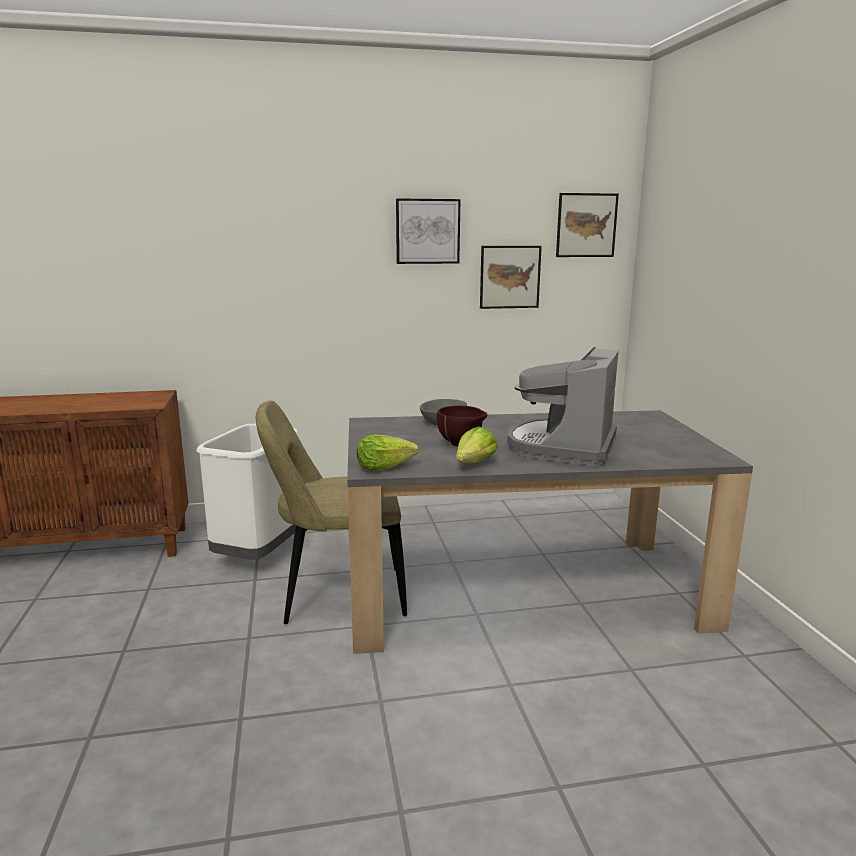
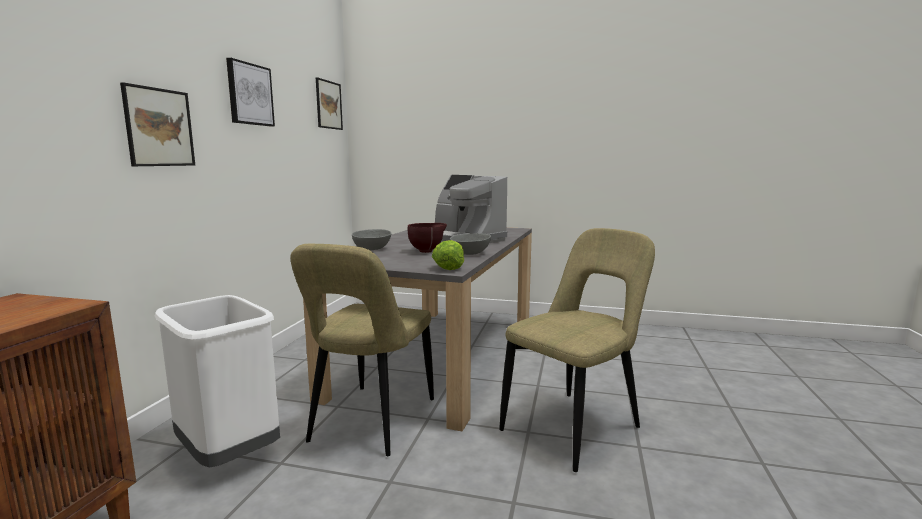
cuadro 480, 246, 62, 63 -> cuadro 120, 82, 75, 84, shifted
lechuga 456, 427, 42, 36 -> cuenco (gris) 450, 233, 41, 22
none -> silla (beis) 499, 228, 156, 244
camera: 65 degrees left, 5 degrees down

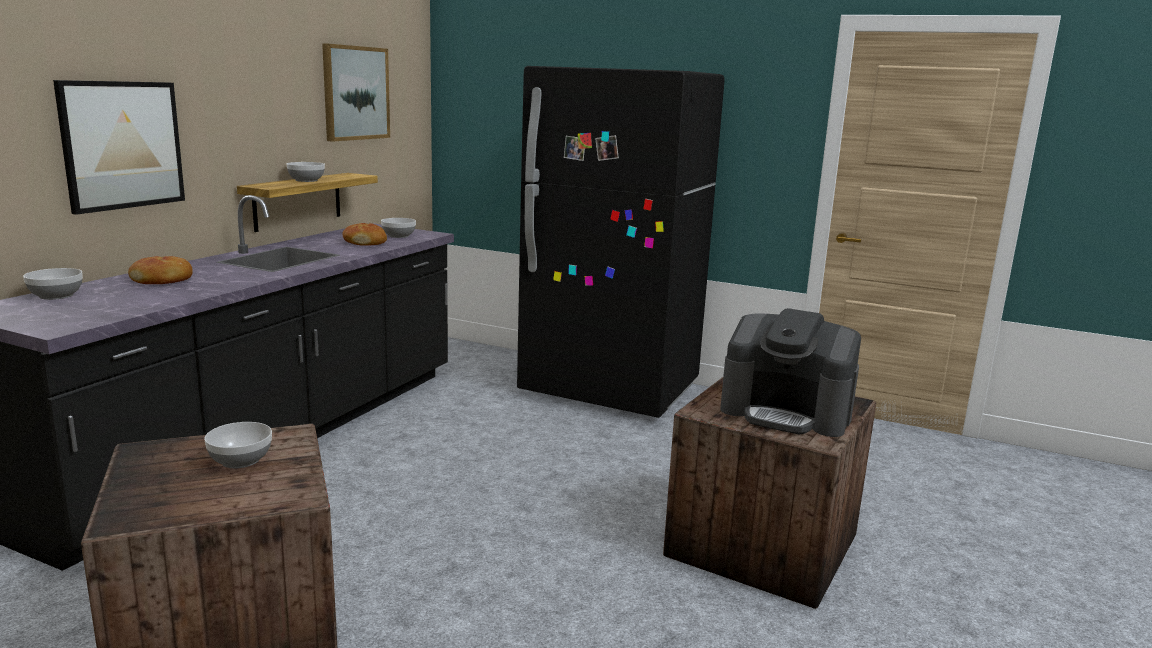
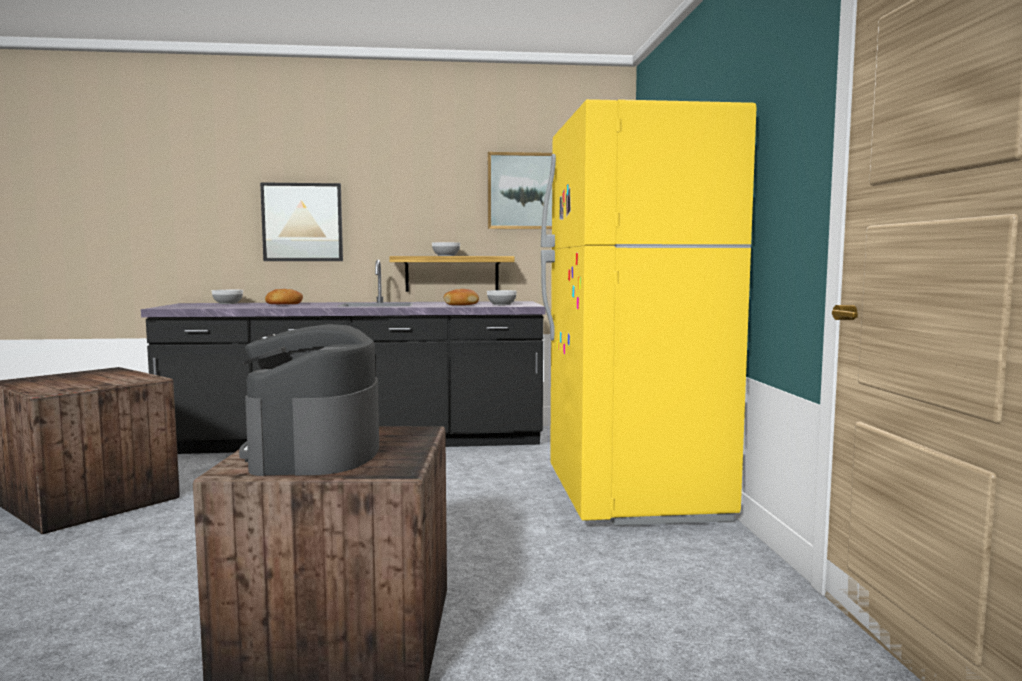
nevera (negro) 517, 66, 208, 352 -> nevera (amarillo) 541, 99, 215, 427
cuenco 204, 422, 68, 46 -> none
camera: 60 degrees right, 10 degrees down

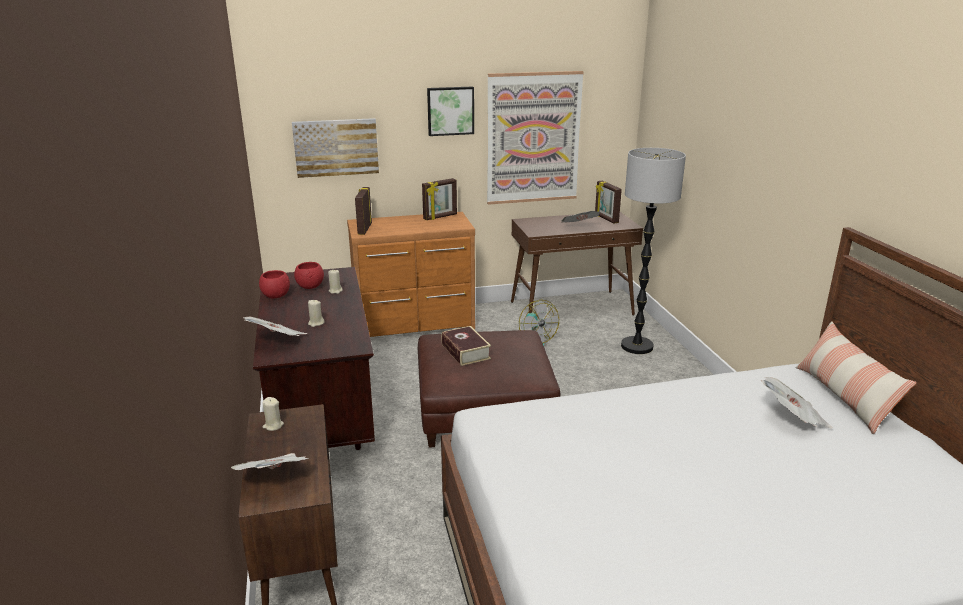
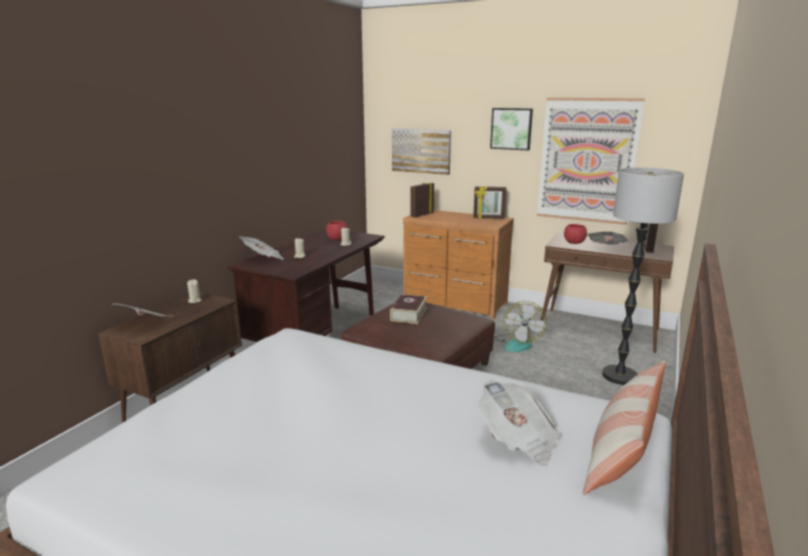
cuenco (rojo) 259, 270, 31, 29 -> cuenco (rojo) 564, 224, 23, 20, shifted
camera: 40 degrees right, 5 degrees down

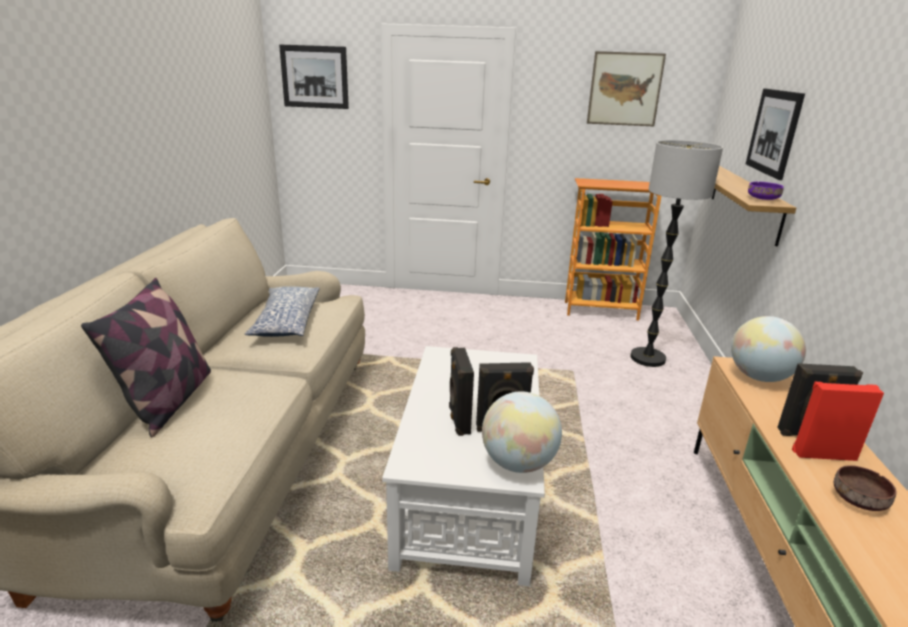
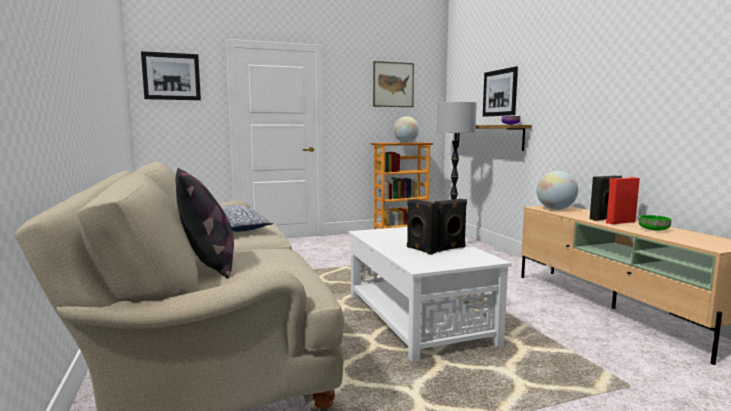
globo terráqueo 482, 391, 80, 82 -> globo terráqueo 393, 116, 26, 27, shifted
cuenco (marrón) 834, 465, 63, 46 -> cuenco (verde) 639, 215, 32, 16
camera: 25 degrees left, 15 degrees down

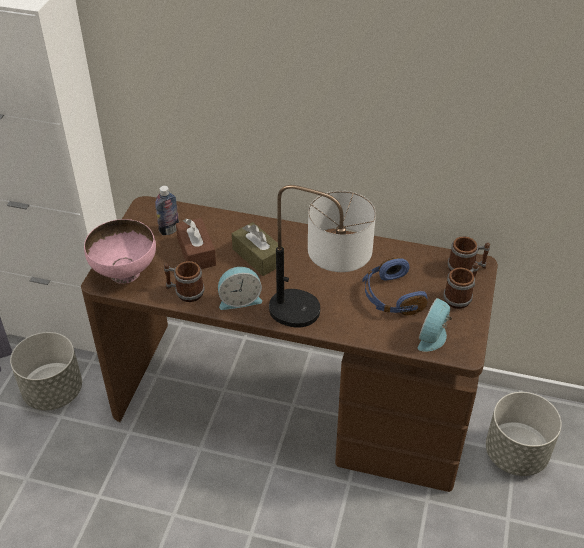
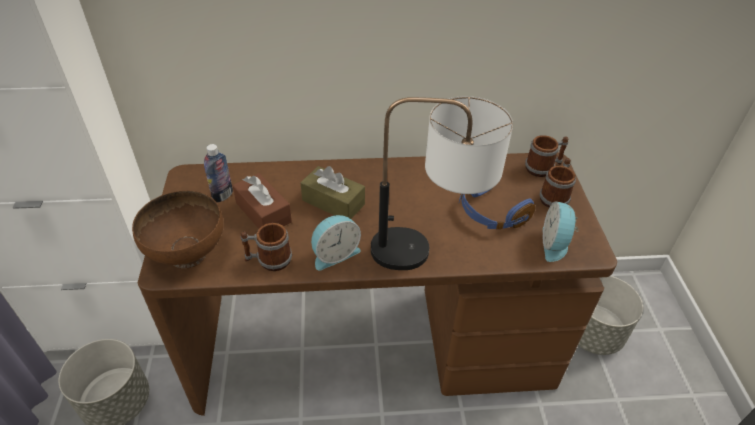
cuenco (rosa) 84, 219, 72, 65 -> cuenco (marrón) 132, 191, 92, 78
camera: 20 degrees left, 0 degrees up

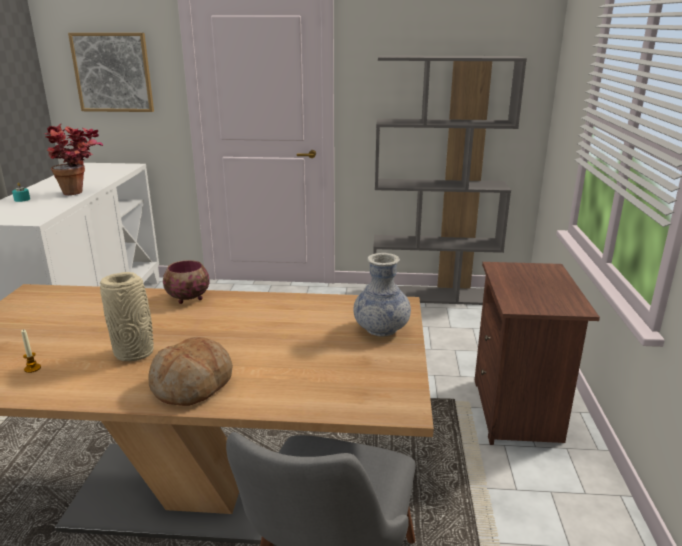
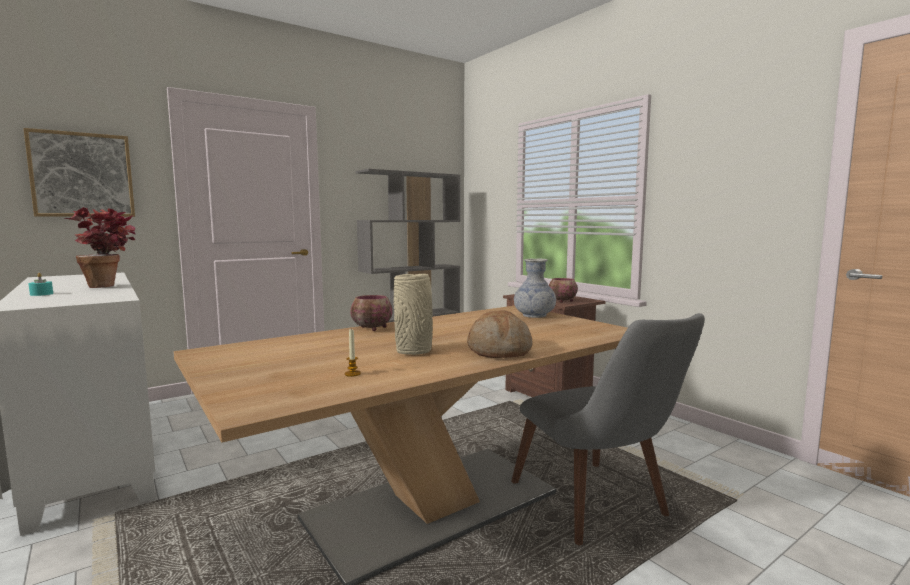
none -> cuenco 549, 278, 29, 25
camera: 40 degrees left, 15 degrees down

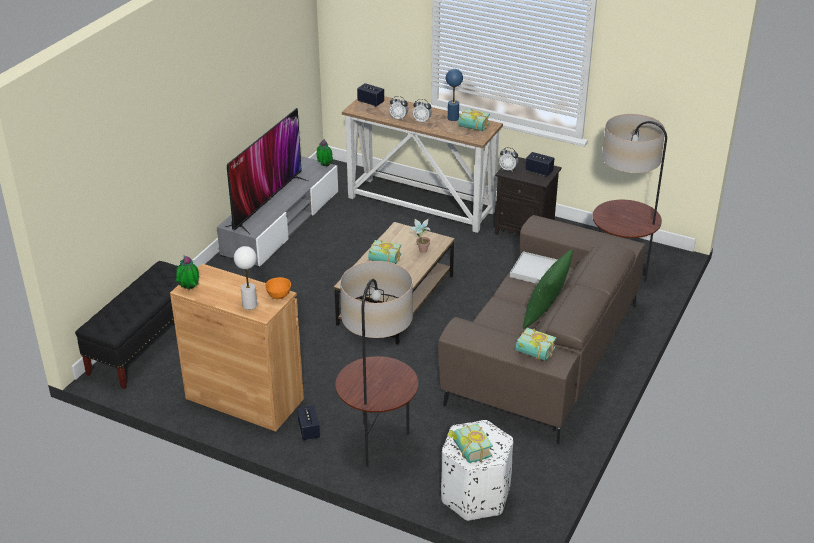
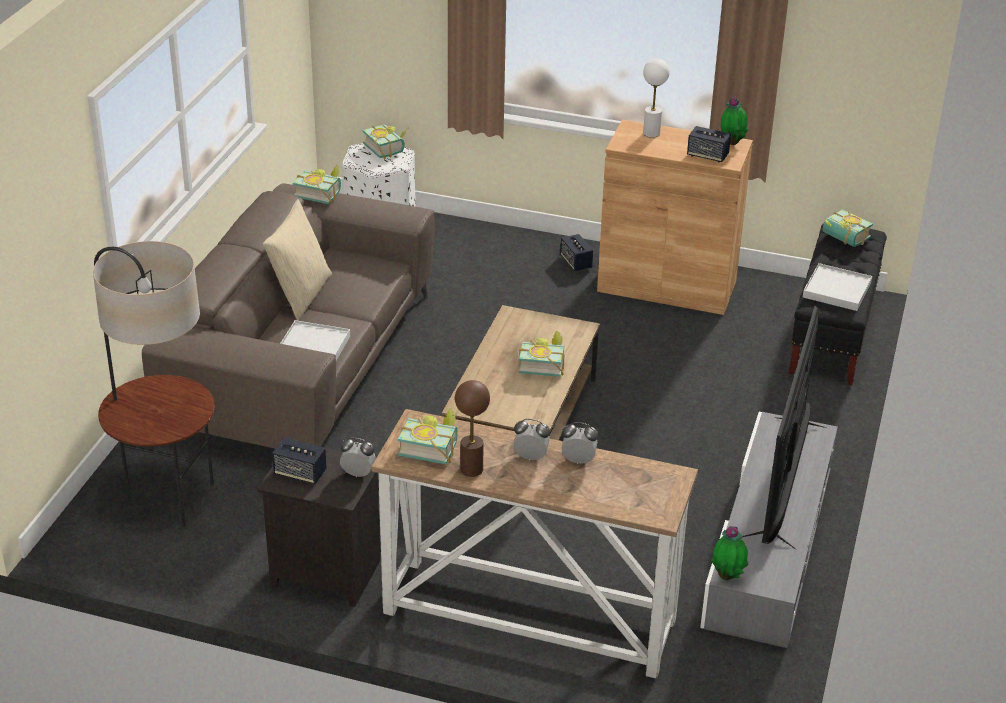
lámpara de mesa (azul) 446, 69, 17, 52 -> lámpara de mesa (marrón) 455, 380, 35, 97
altavoz 357, 83, 27, 24 -> altavoz 687, 126, 44, 36, shifted
planta en maceta 410, 219, 21, 34 -> none
cojín (verde) 523, 249, 50, 80 -> cojín (beis) 263, 199, 69, 122
lámpara de pie 336, 261, 82, 206 -> none
cuenco (naranja) 265, 277, 26, 22 -> none
none -> libro 823, 209, 50, 38
none -> bandeja (blanco) 803, 263, 69, 48
camera: 170 degrees right, 0 degrees up

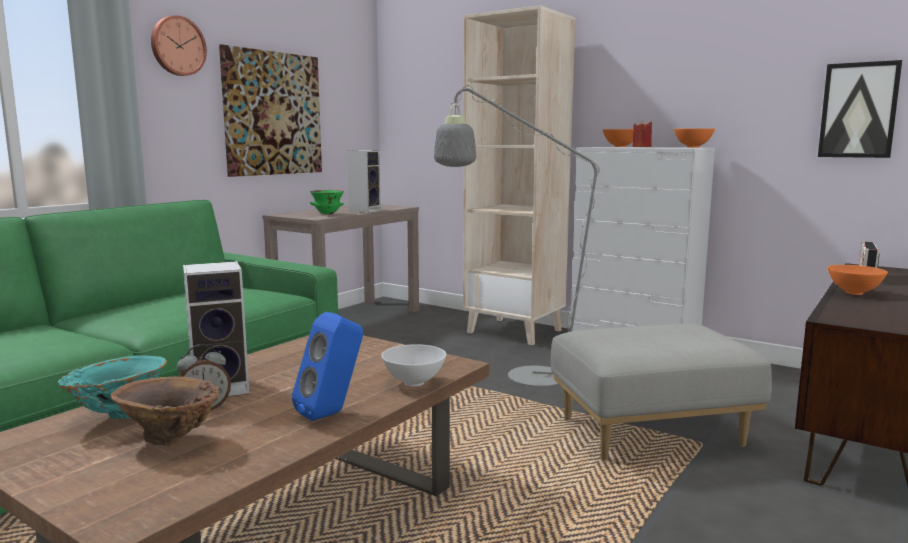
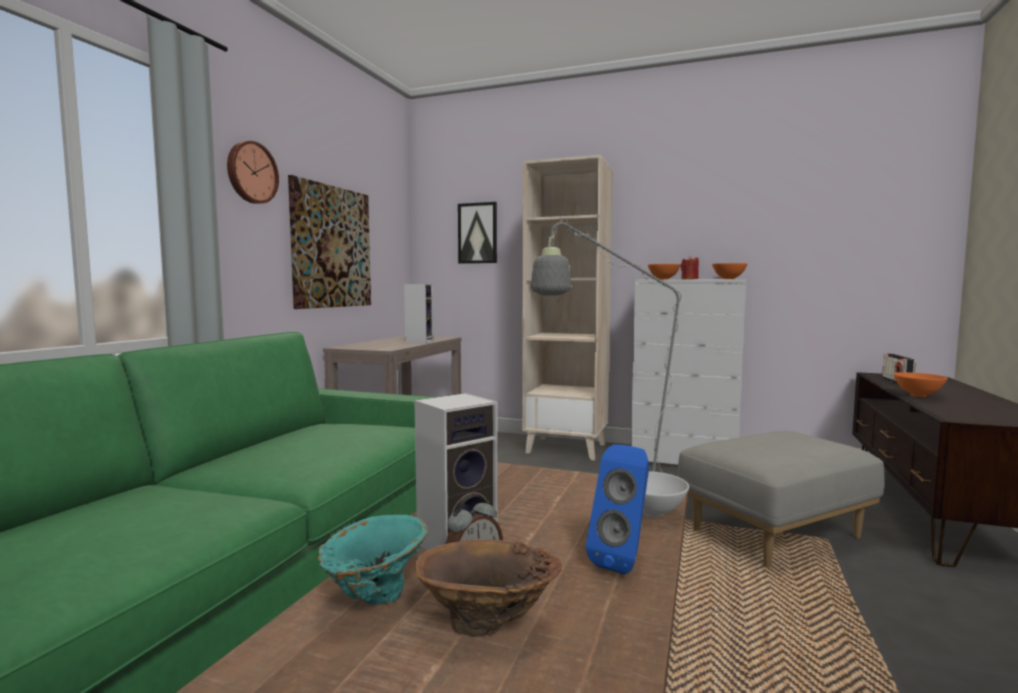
cuadro 818, 60, 84, 98 -> cuadro 458, 202, 39, 62, shifted
cuenco (verde) 310, 190, 34, 24 -> none
camera: 15 degrees left, 5 degrees down

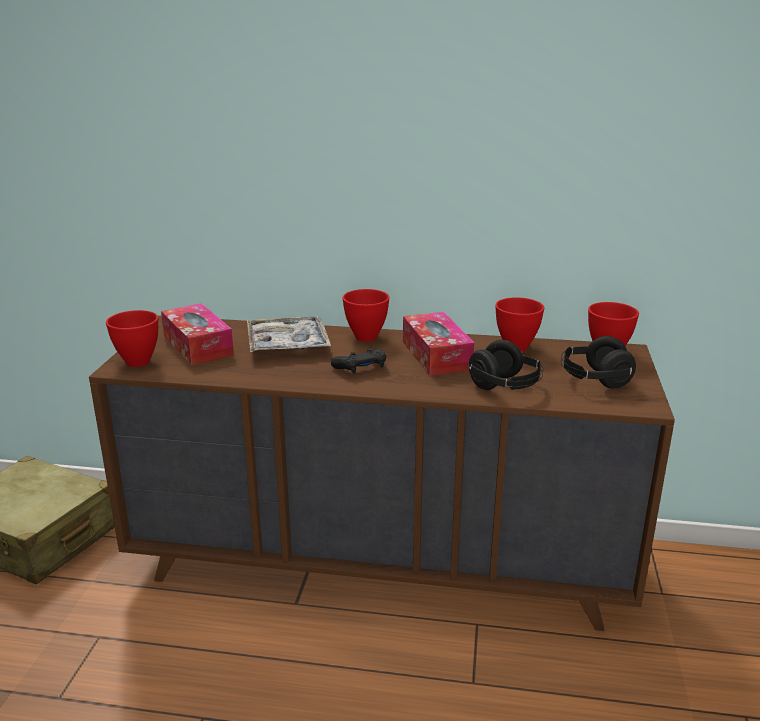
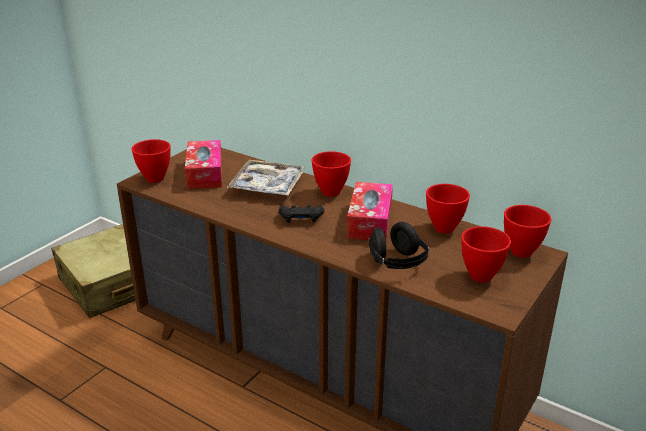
auriculares (negro) 561, 336, 75, 52 -> cuenco (rojo) 461, 226, 50, 57
camera: 25 degrees right, 5 degrees up

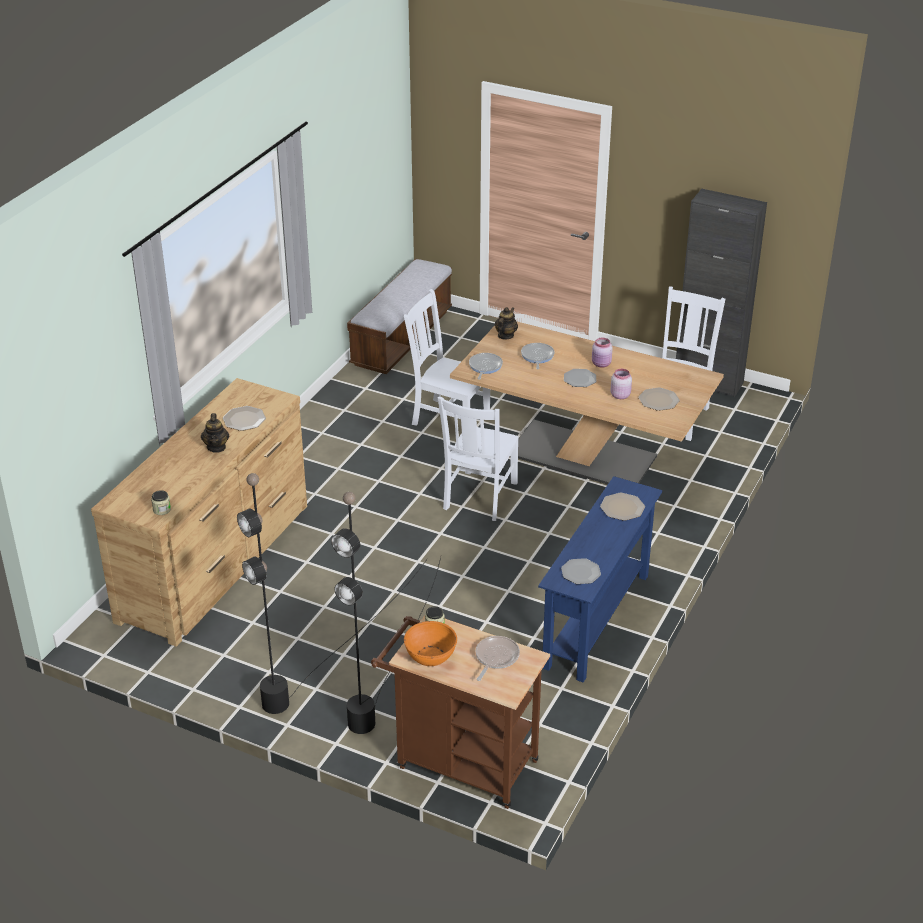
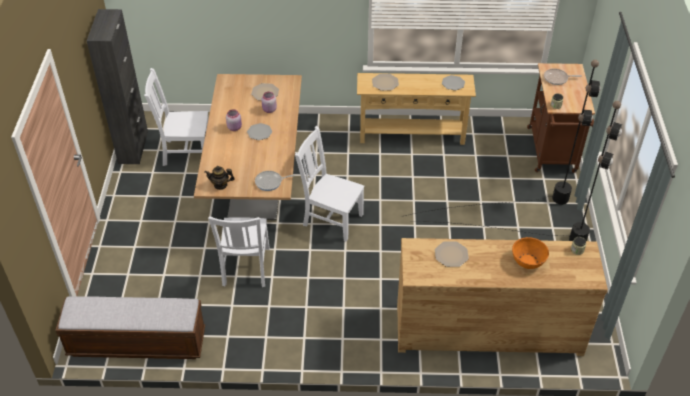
sartén 521, 343, 34, 26 -> none
silla (blanco) 438, 397, 81, 124 -> silla (blanco) 295, 126, 69, 116, 150 degrees counterclockwise
tetera 201, 413, 28, 40 -> none
mesa consola (azul) 538, 476, 125, 206 -> mesa consola (beis) 357, 73, 119, 72
cuenco (naranja) 404, 621, 53, 45 -> cuenco (naranja) 512, 237, 37, 32, shifted
camera: 115 degrees left, 10 degrees up

